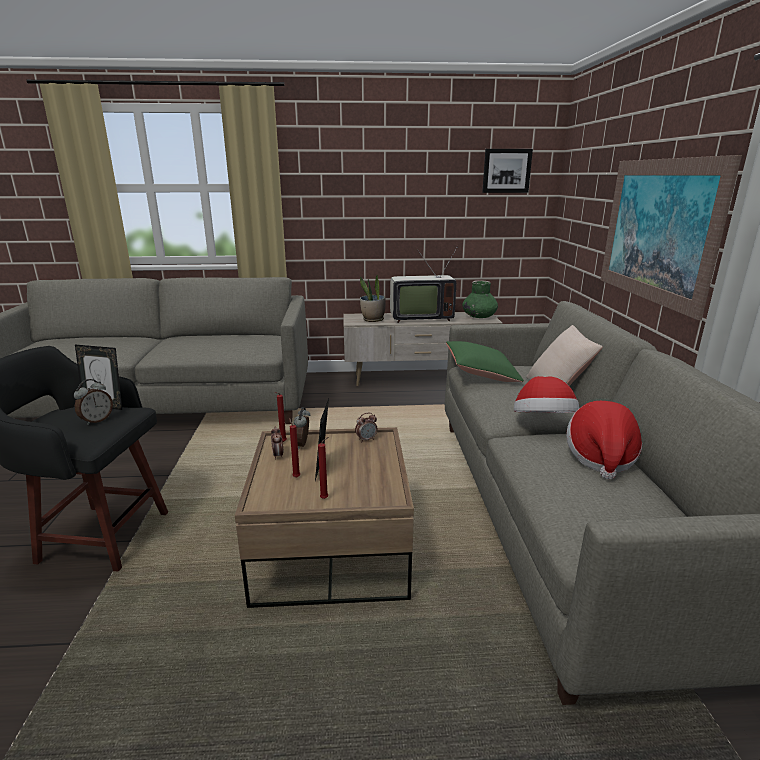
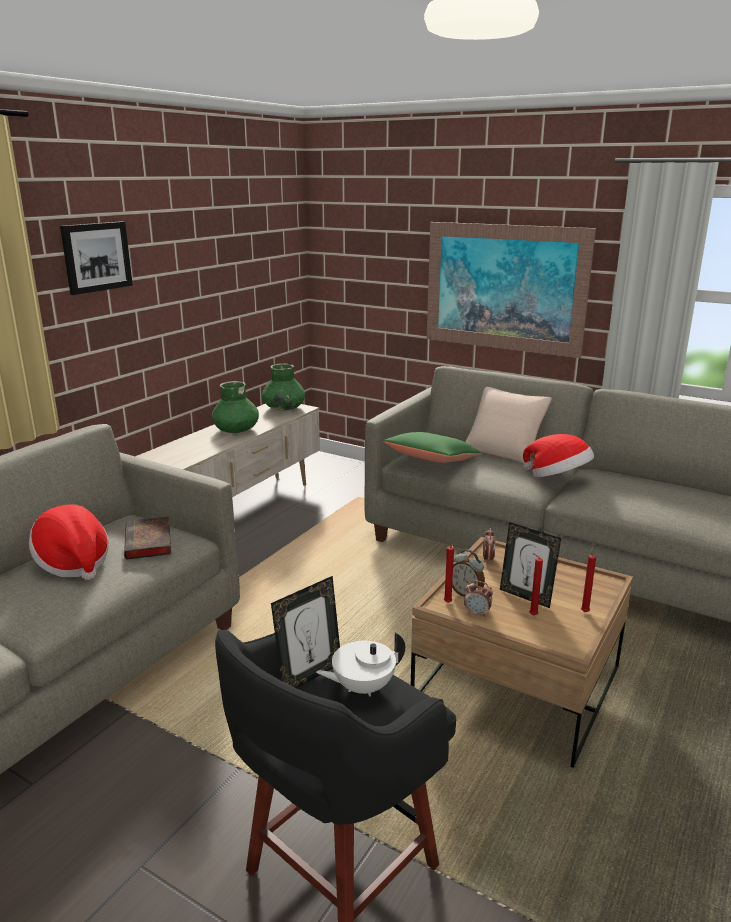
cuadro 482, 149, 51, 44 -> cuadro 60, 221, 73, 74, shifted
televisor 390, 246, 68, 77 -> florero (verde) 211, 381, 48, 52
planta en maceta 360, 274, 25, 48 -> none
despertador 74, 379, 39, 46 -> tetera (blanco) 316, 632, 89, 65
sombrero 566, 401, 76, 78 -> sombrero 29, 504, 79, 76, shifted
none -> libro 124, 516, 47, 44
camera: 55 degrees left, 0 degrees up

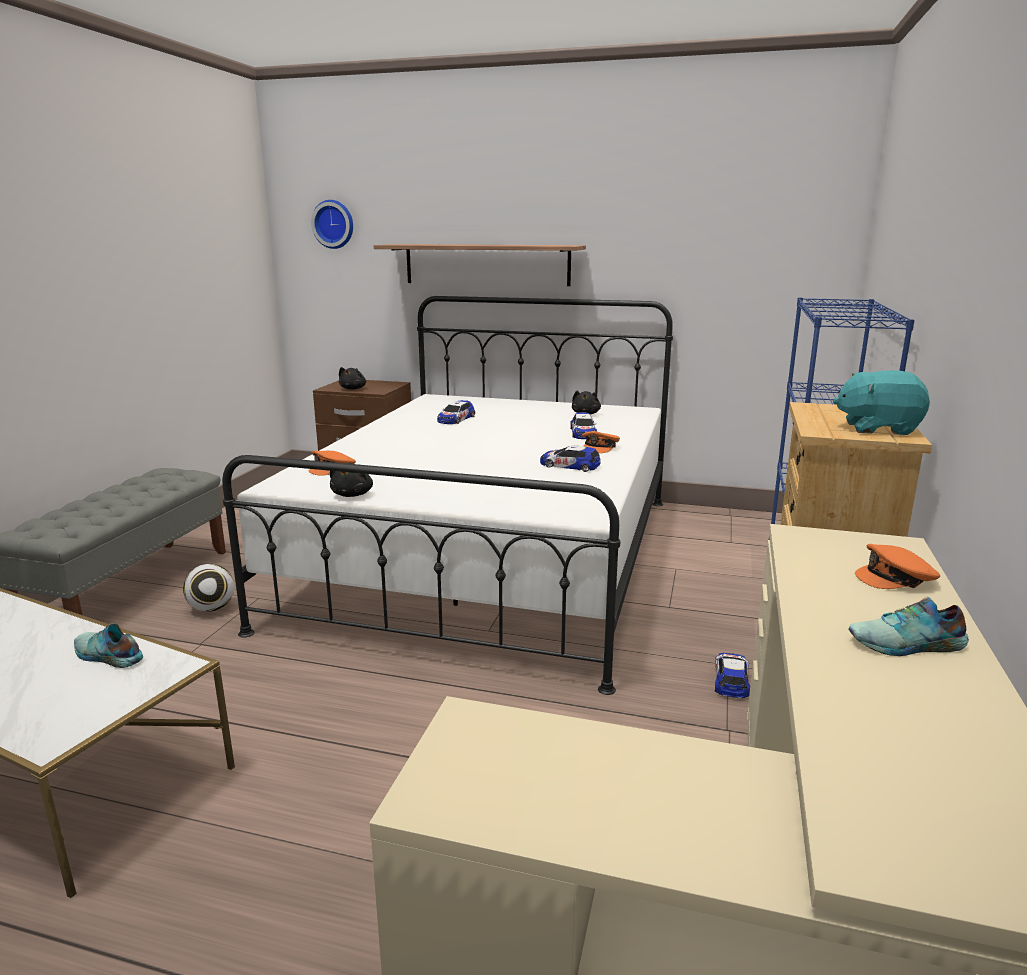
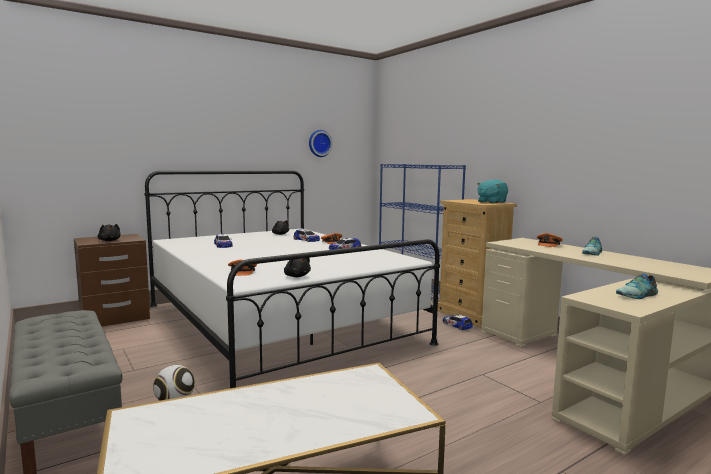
reloj de pared 311, 200, 42, 49 -> reloj de pared 309, 130, 24, 27, shifted
estante 374, 244, 212, 42 -> none
zapato 74, 623, 69, 45 -> zapato 616, 273, 42, 26, shifted
camera: 50 degrees left, 10 degrees down

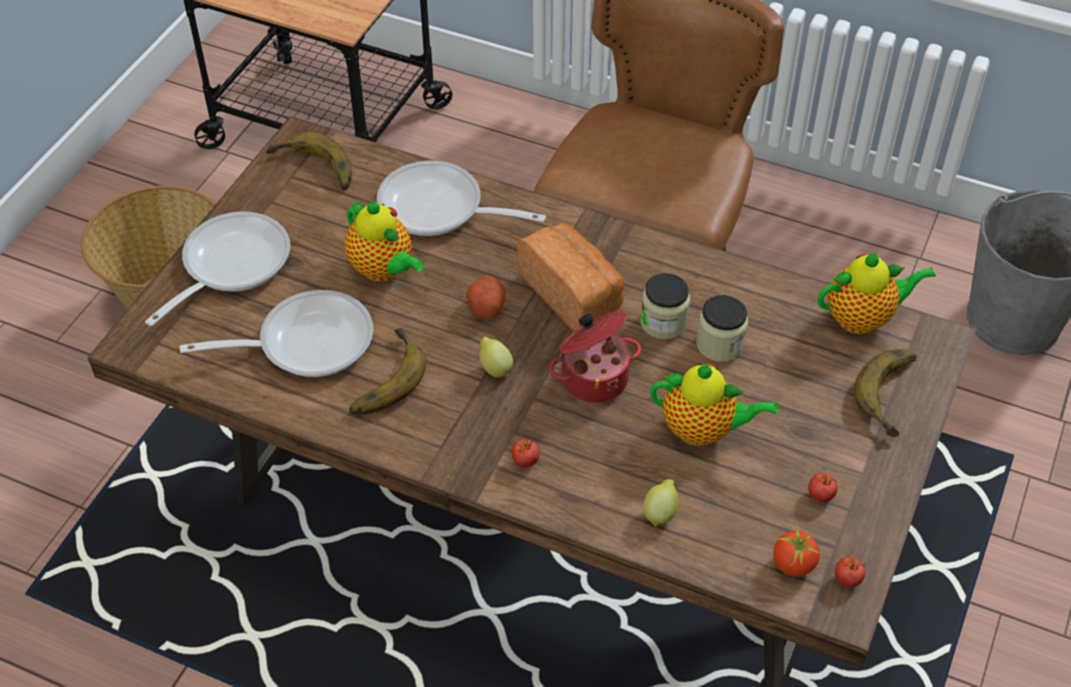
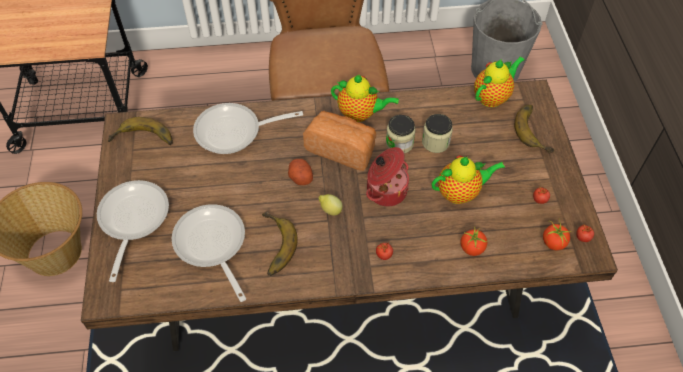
tetera 344, 201, 80, 81 -> tetera 331, 75, 68, 47, shifted
sartén 180, 290, 193, 87 -> sartén 172, 204, 74, 98, 75 degrees counterclockwise
limón 643, 479, 36, 48 -> tomate 461, 227, 27, 29
camera: 30 degrees left, 5 degrees up

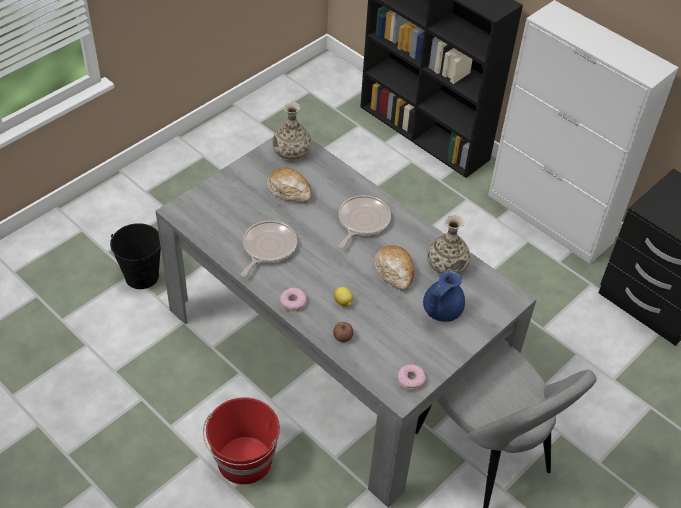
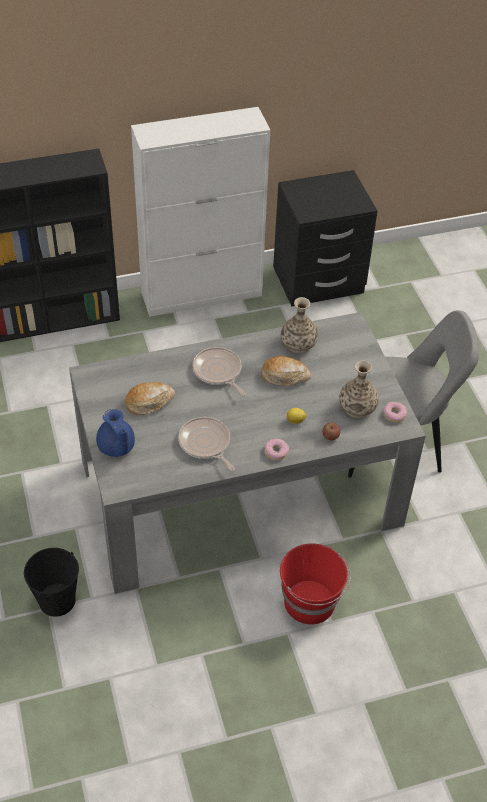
florero 272, 102, 40, 60 -> florero 339, 361, 40, 57, shifted
tetera (azul) 423, 270, 42, 52 -> tetera (azul) 96, 409, 39, 48, shifted
camera: 60 degrees left, 0 degrees up

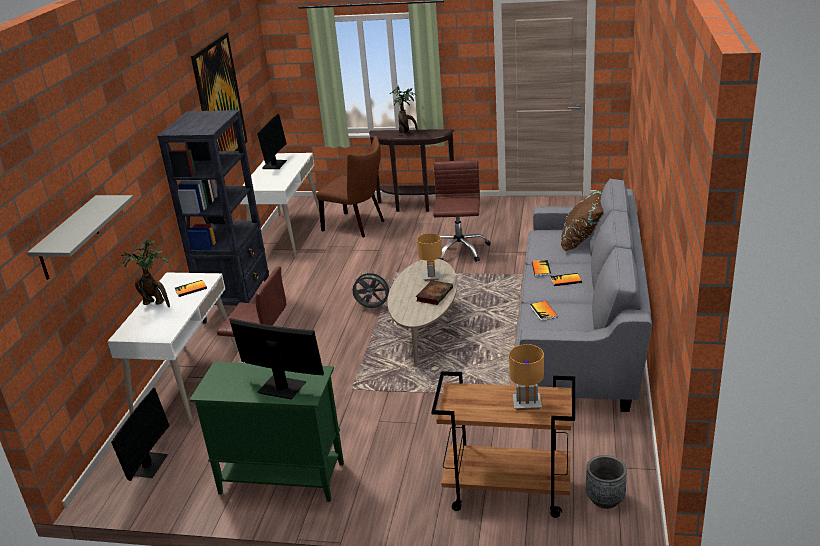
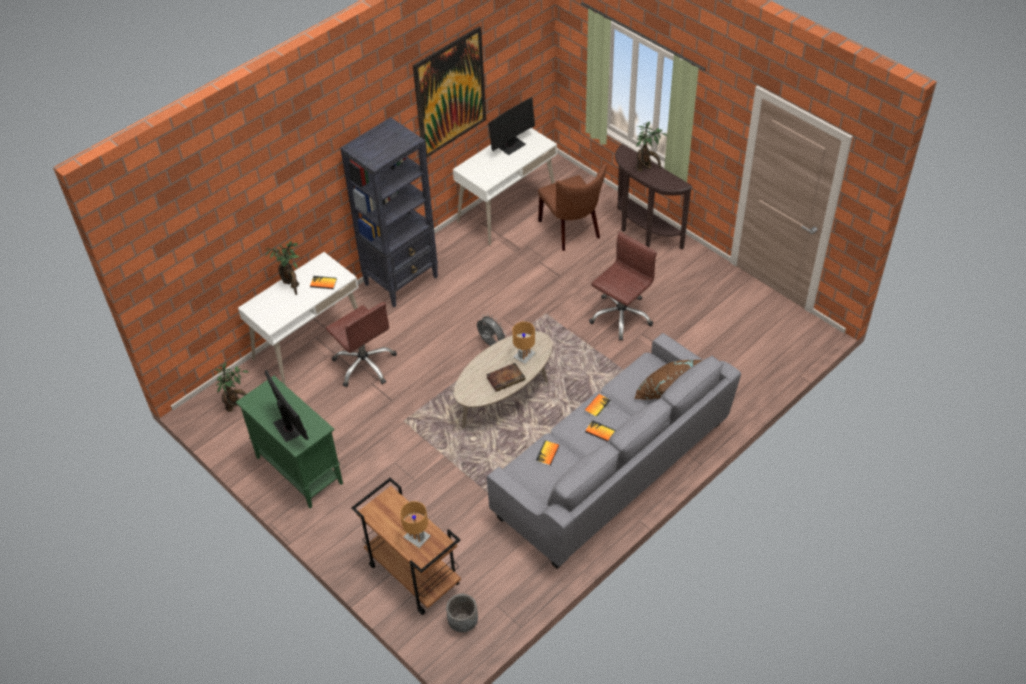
estante (gris) 27, 195, 107, 85 -> none
monitor 111, 388, 59, 93 -> planta en maceta 215, 362, 33, 50
camera: 35 degrees right, 20 degrees up

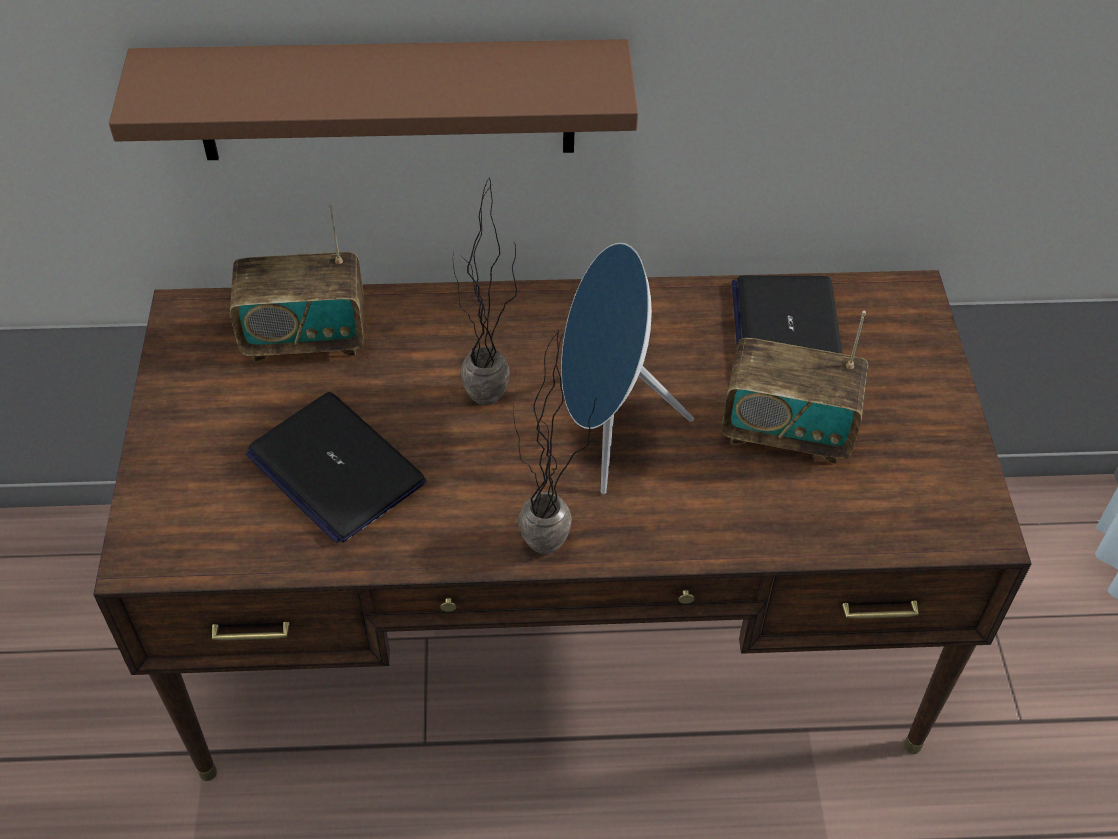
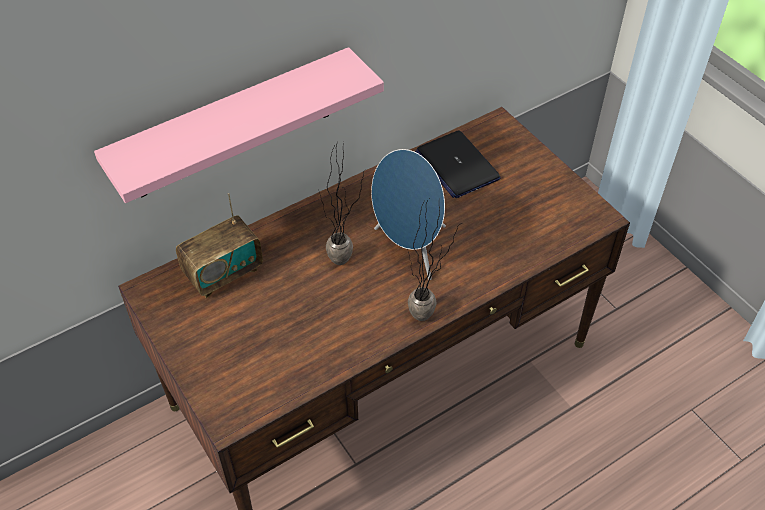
estante (marrón) 109, 39, 529, 121 -> estante (rosa) 94, 47, 290, 156
radio 722, 311, 146, 153 -> none
portátil 245, 392, 181, 151 -> none
camera: 30 degrees left, 0 degrees up

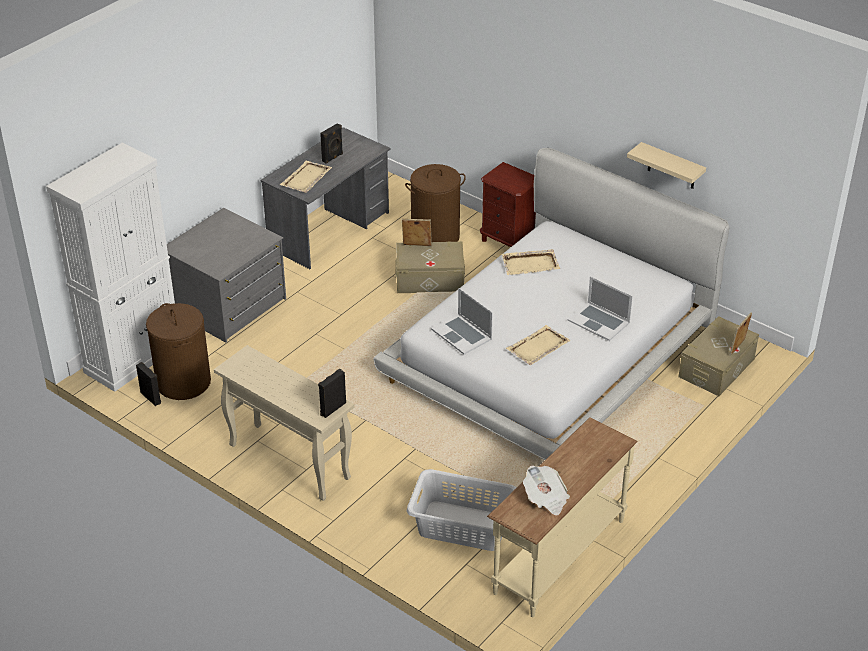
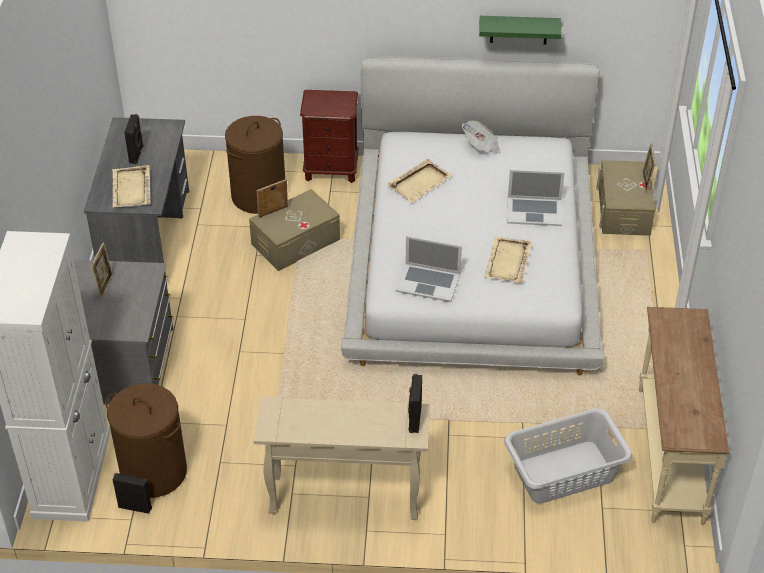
estante (beis) 627, 142, 79, 47 -> estante (verde) 479, 16, 83, 29
periódico 523, 465, 47, 50 -> periódico 462, 121, 39, 33, shifted
none -> portarretratos 91, 242, 22, 57
camera: 35 degrees left, 5 degrees up

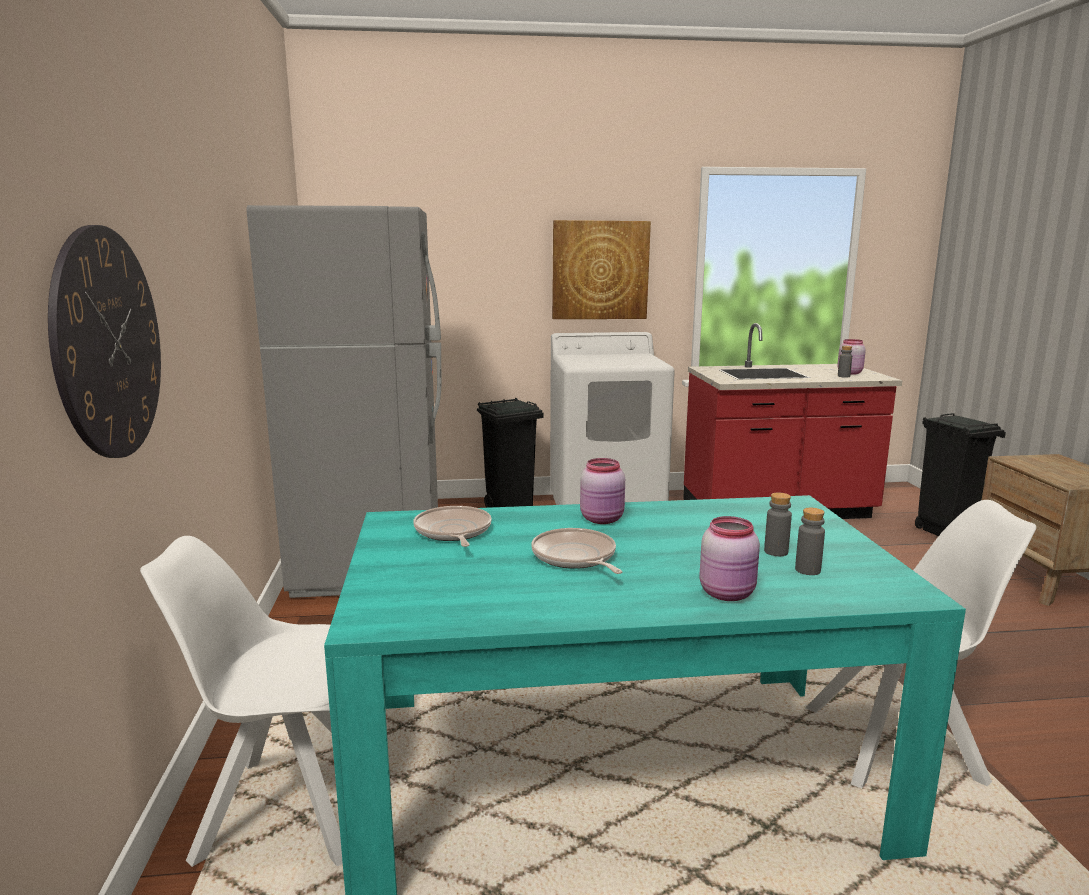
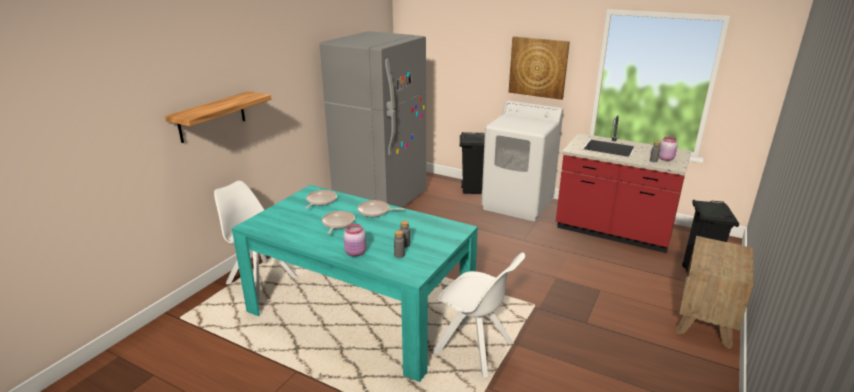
reloj de pared 48, 225, 113, 233 -> estante 165, 91, 106, 52
tarro (rosa) 580, 458, 45, 66 -> sartén 357, 200, 48, 17
camera: 35 degrees right, 10 degrees up

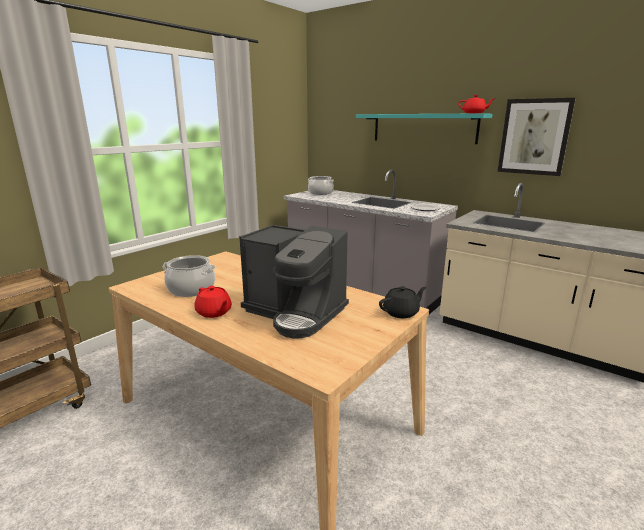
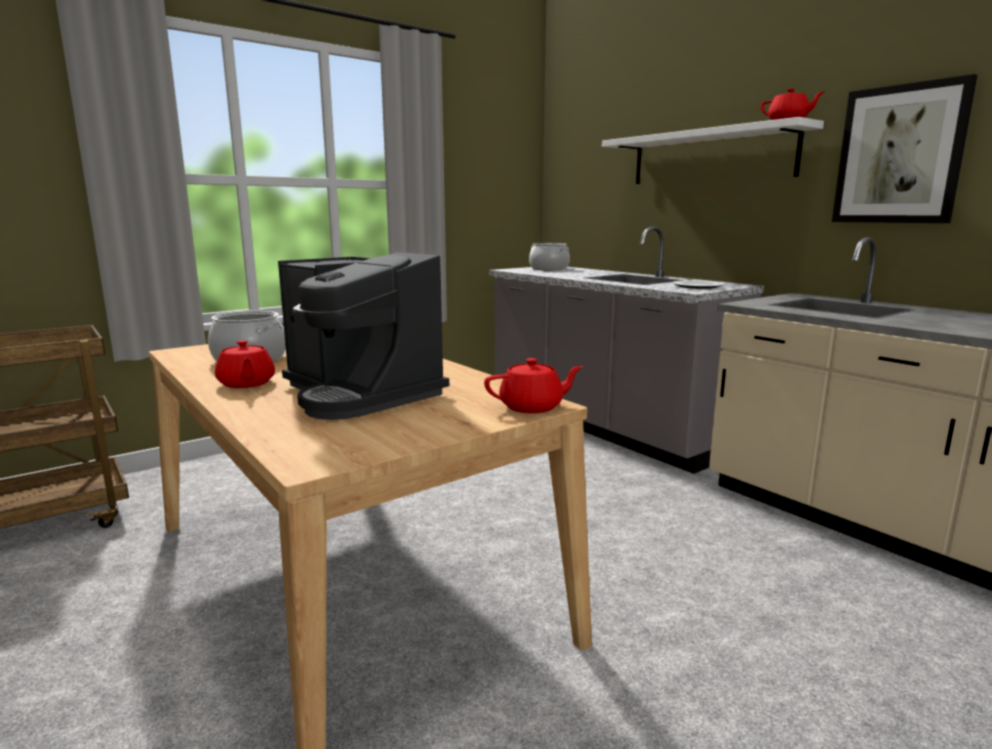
estante (turquesa) 356, 113, 137, 31 -> estante (blanco) 602, 117, 222, 67
tetera (negro) 379, 286, 47, 32 -> tetera (rojo) 484, 358, 99, 55
camera: 15 degrees right, 5 degrees down

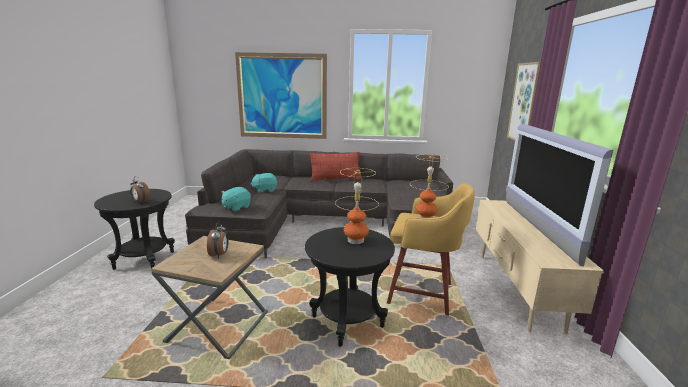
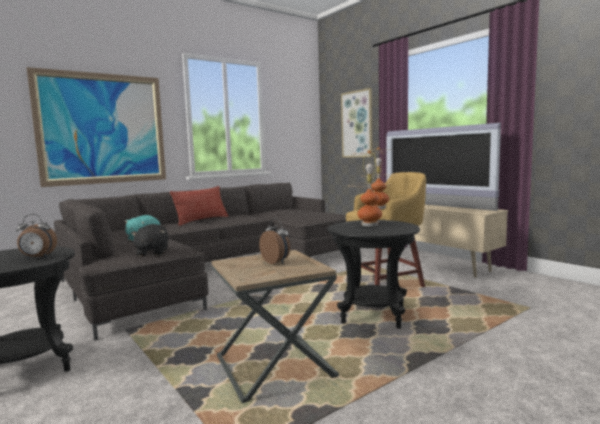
peluche (turquesa) 221, 187, 30, 25 -> peluche (negro) 131, 224, 37, 32
camera: 40 degrees left, 10 degrees down

